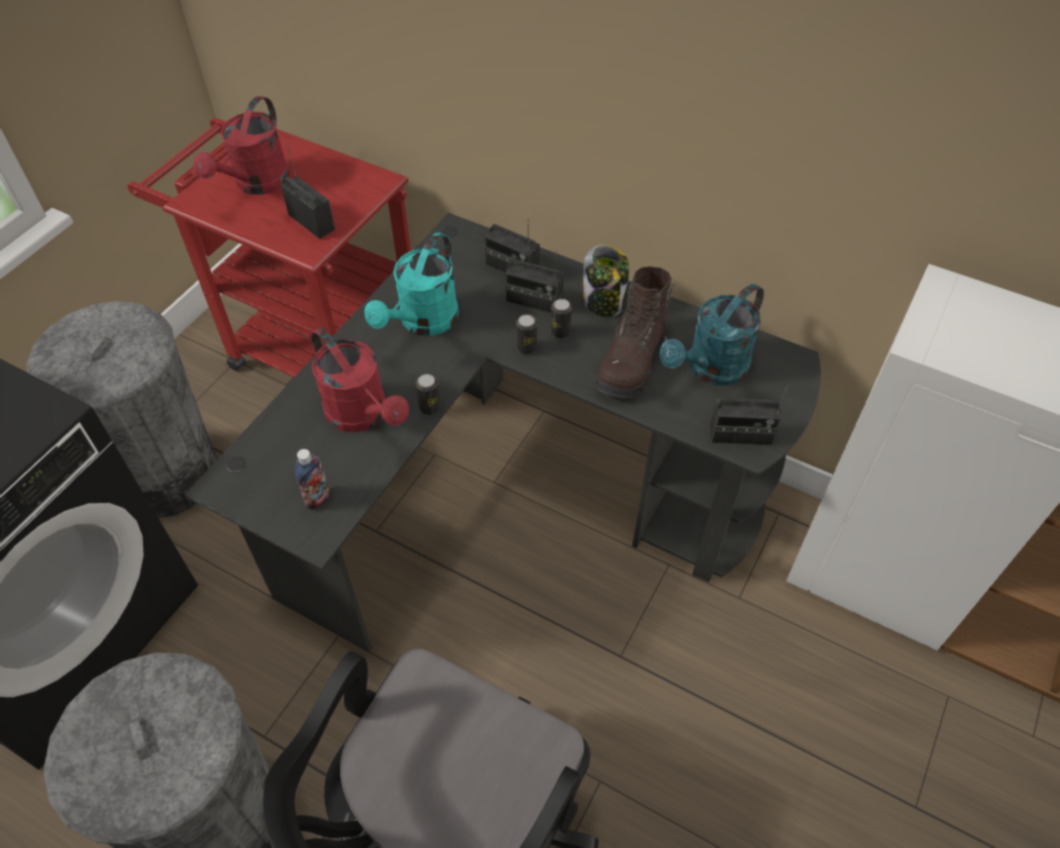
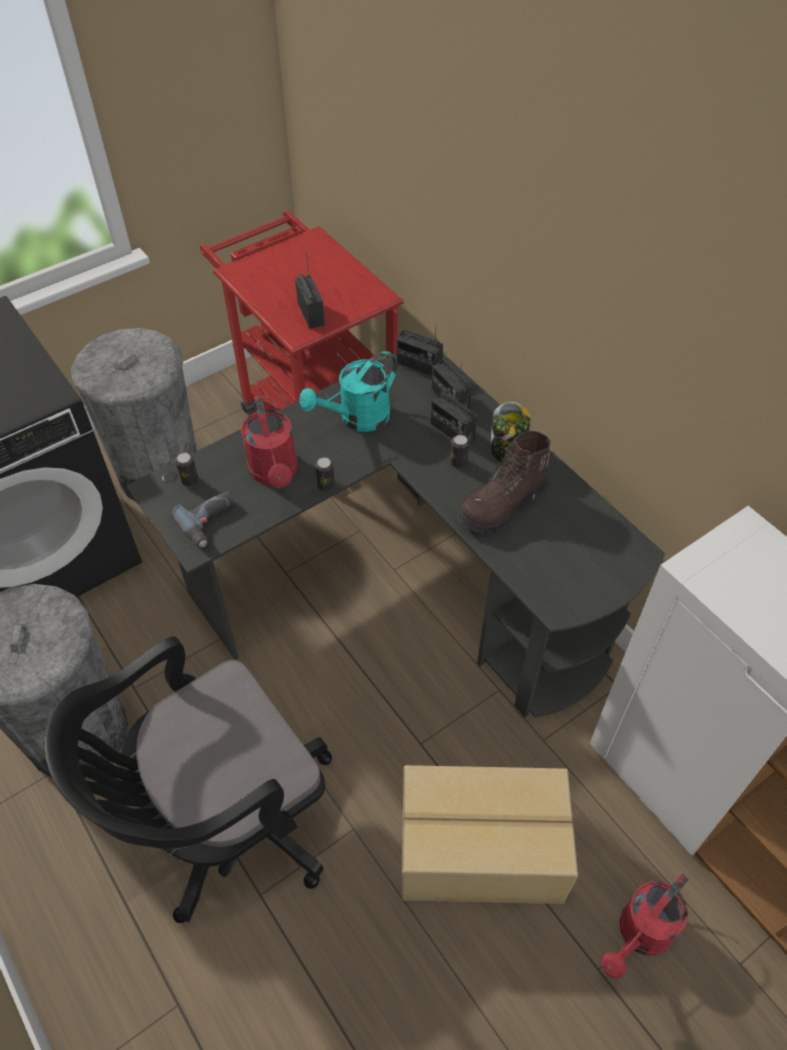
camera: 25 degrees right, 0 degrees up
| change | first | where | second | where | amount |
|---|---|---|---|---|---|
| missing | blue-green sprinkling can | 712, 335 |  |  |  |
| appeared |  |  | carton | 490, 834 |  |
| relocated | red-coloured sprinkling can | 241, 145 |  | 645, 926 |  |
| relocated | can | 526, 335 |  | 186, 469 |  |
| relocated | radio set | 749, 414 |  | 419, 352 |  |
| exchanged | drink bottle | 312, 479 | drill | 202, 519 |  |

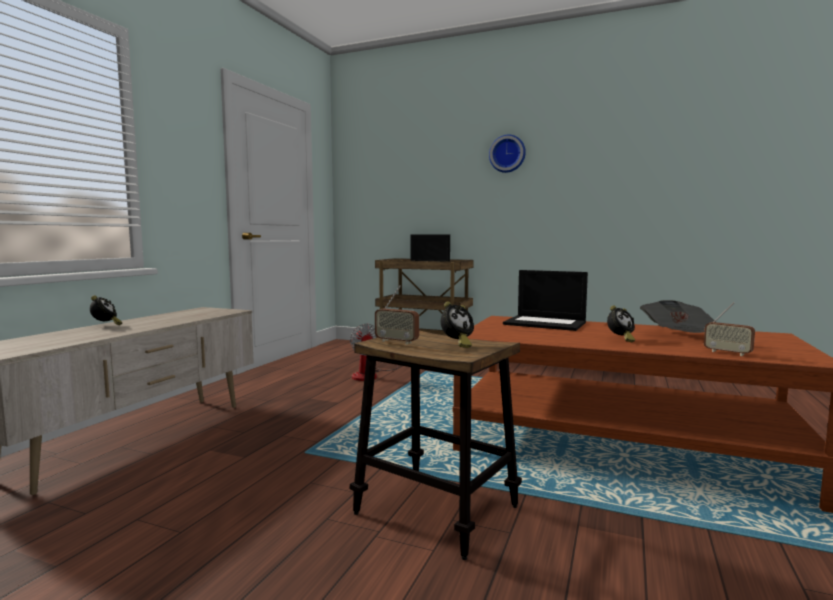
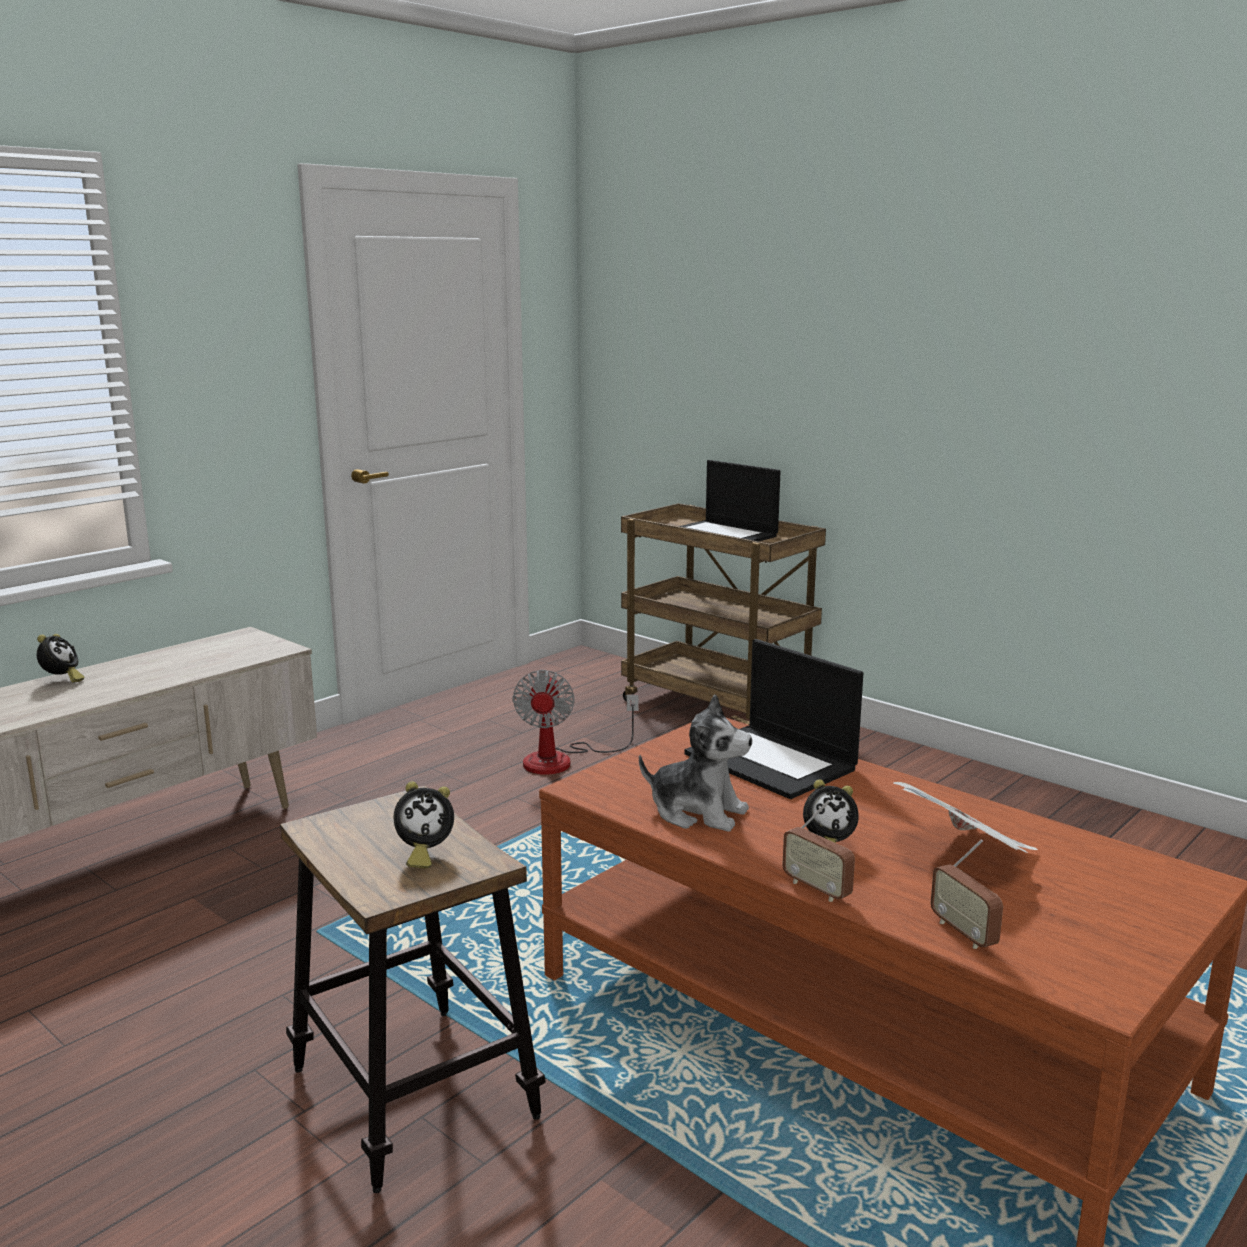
camera: 20 degrees right, 10 degrees up
| change | first | where | second | where | amount |
|---|---|---|---|---|---|
| missing | clock on the wall | 507, 153 |  |  |  |
| appeared |  |  | plush toy | 695, 763 |  |
| relocated | radio set | 397, 315 |  | 818, 851 |  |

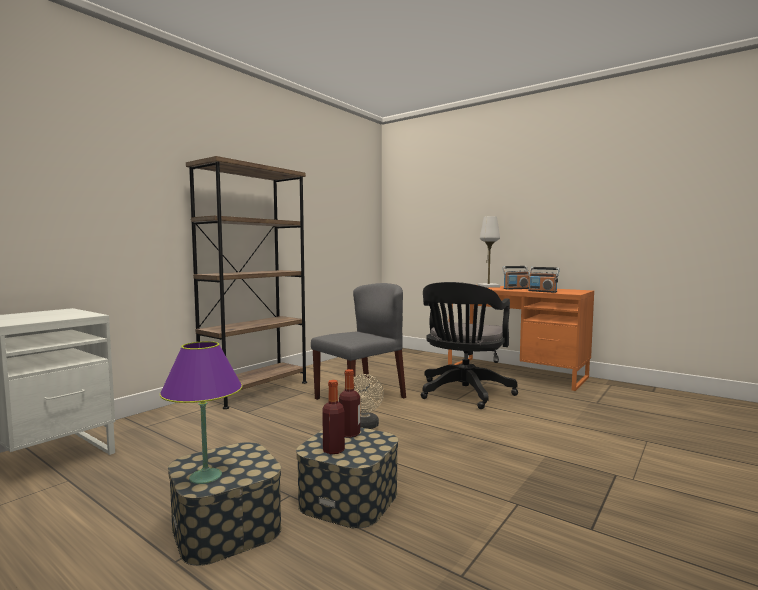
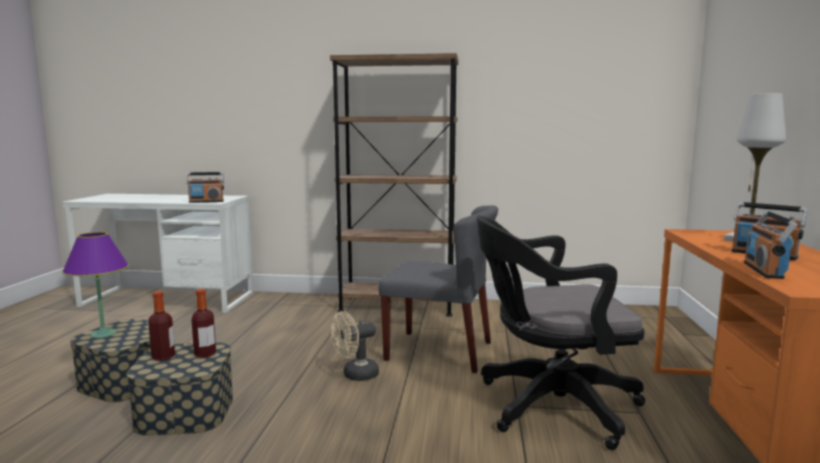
camera: 60 degrees right, 5 degrees up
| change | first | where | second | where | amount |
|---|---|---|---|---|---|
| appeared |  |  | radio set | 205, 187 |  |

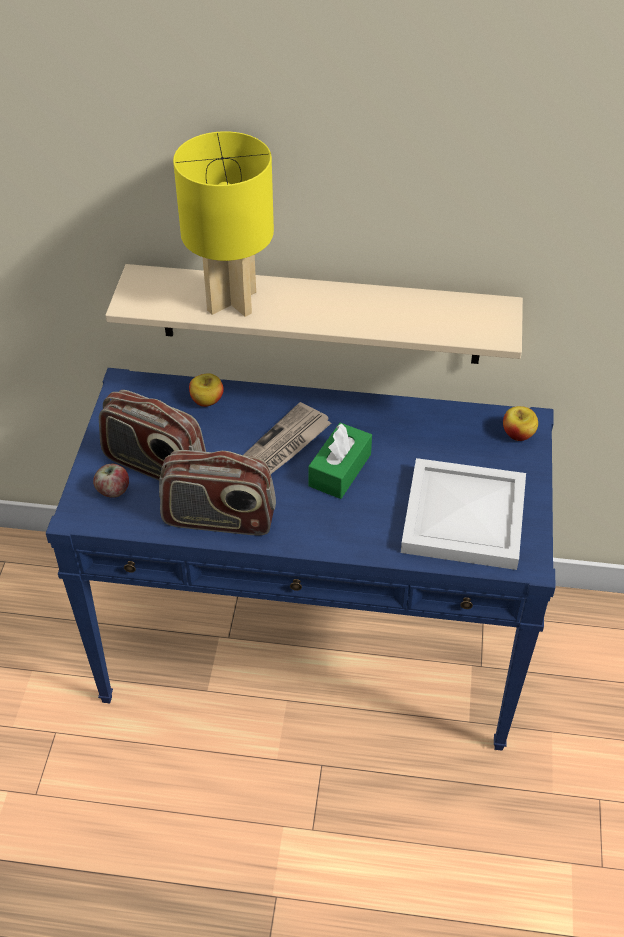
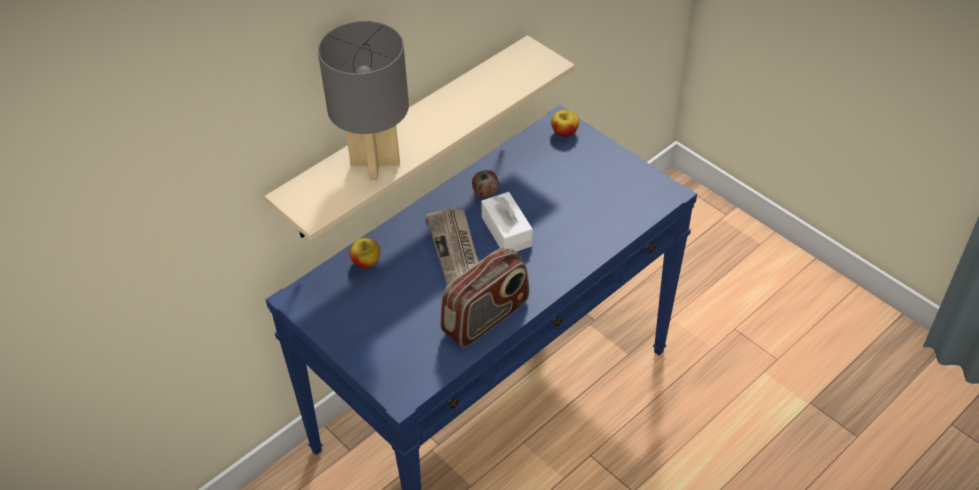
camera: 50 degrees left, 0 degrees up
| change | first | where | second | where | amount |
|---|---|---|---|---|---|
| missing | radio set | 152, 435 |  |  |  |
| missing | white-coloured carrying tray | 463, 514 |  |  |  |
| relocated | apple fruit | 111, 481 |  | 485, 184 |  |
| colour | yellow table lamp | 223, 224 | grey table lamp | 363, 100 |  |
| colour | green-coloured tissue holder | 340, 461 | white-coloured tissue holder | 507, 222 |  |

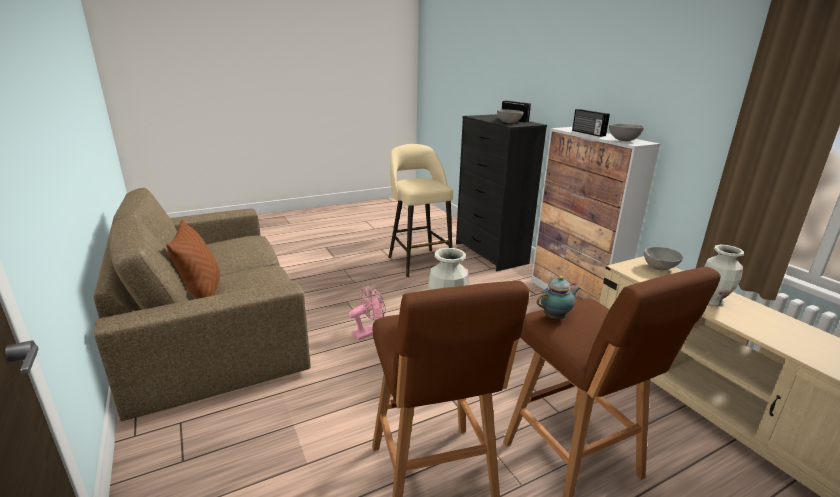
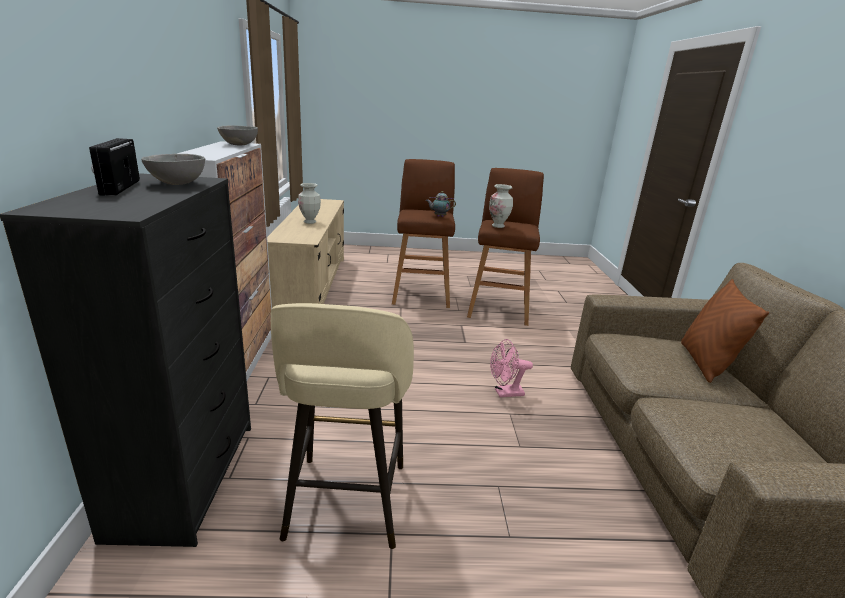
camera: 155 degrees left, 0 degrees up
| change | first | where | second | where | amount |
|---|---|---|---|---|---|
| missing | radio set | 591, 123 |  |  |  |
| missing | grey bowl | 663, 258 |  |  |  |

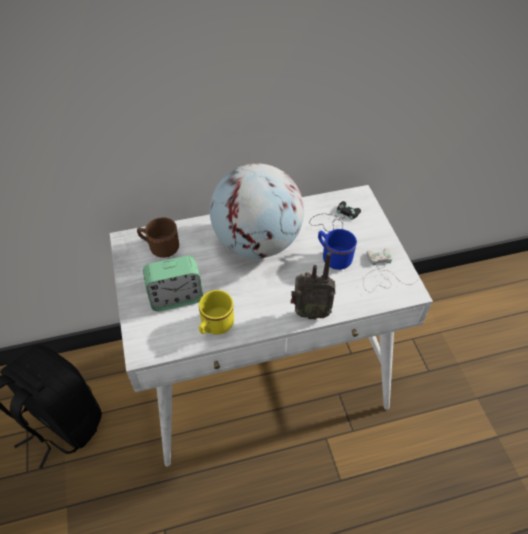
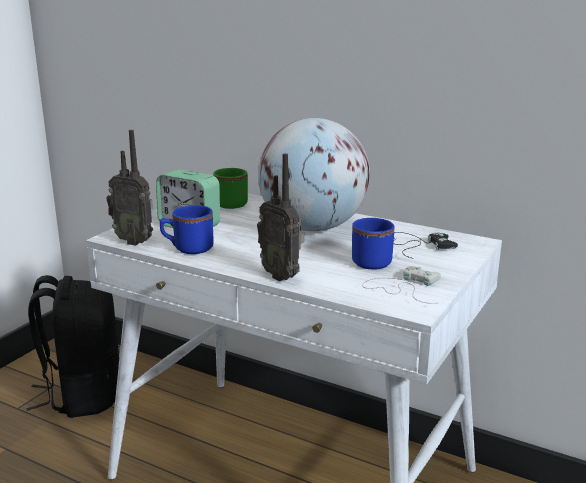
camera: 45 degrees right, 30 degrees down
| change | first | where | second | where | amount |
|---|---|---|---|---|---|
| appeared |  |  | radio set | 129, 188 |  |
| colour | brown-coloured coffee mug | 158, 237 | green-coloured coffee mug | 230, 188 |  |
| colour | yellow coffee mug | 216, 312 | blue-coloured coffee mug | 187, 229 |  |

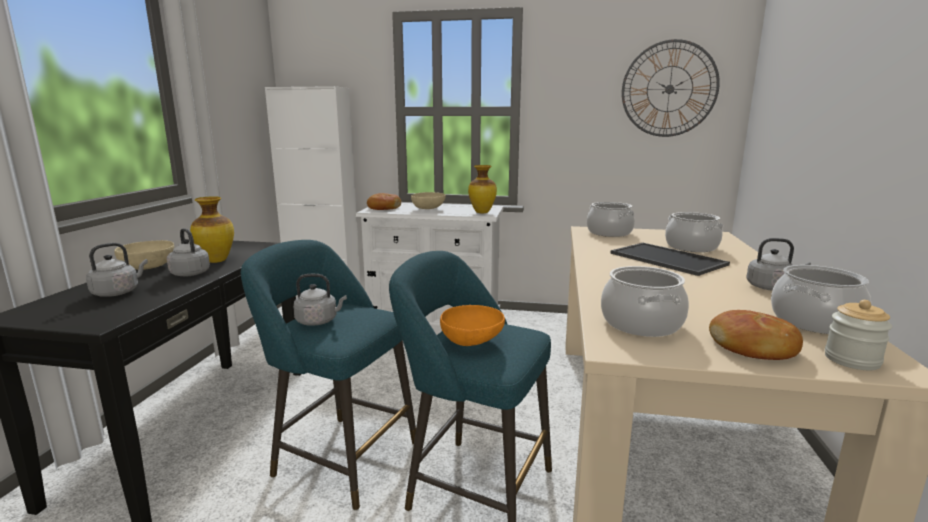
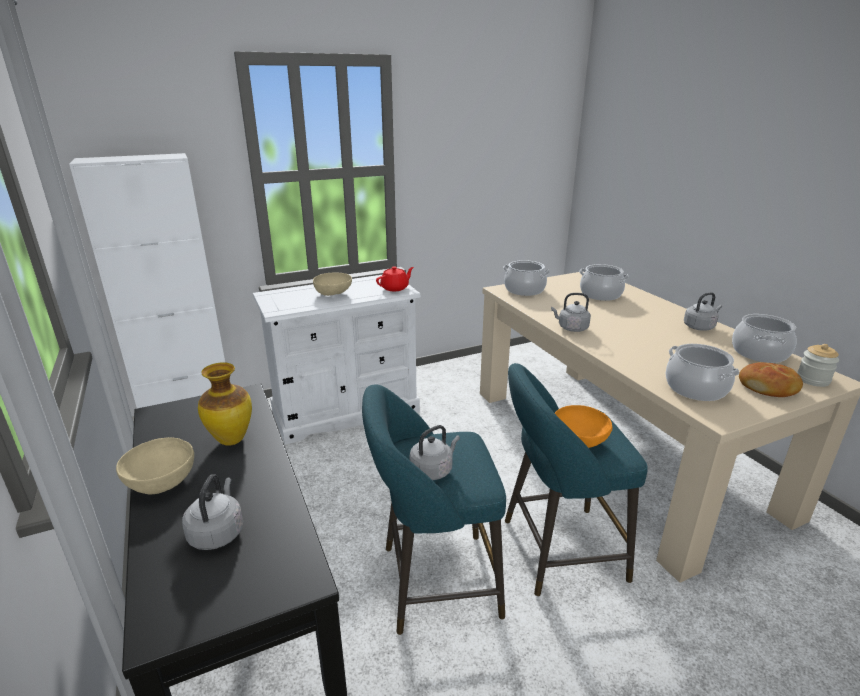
camera: 35 degrees left, 10 degrees up
| change | first | where | second | where | amount |
|---|---|---|---|---|---|
| missing | bakery bread | 384, 201 |  |  |  |
| missing | carrying tray | 670, 259 |  |  |  |
| missing | clock on the wall | 671, 88 |  |  |  |
| relocated | grey water kettle | 188, 252 |  | 571, 312 |  |
| exchanged | decorative vase | 482, 189 | red-coloured teapot | 395, 279 |  |

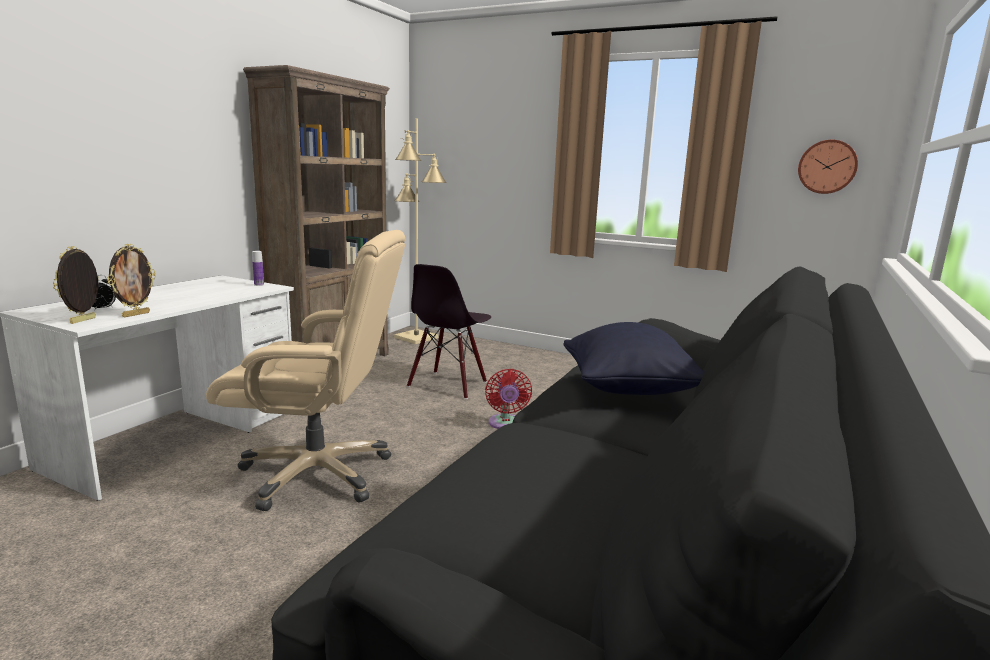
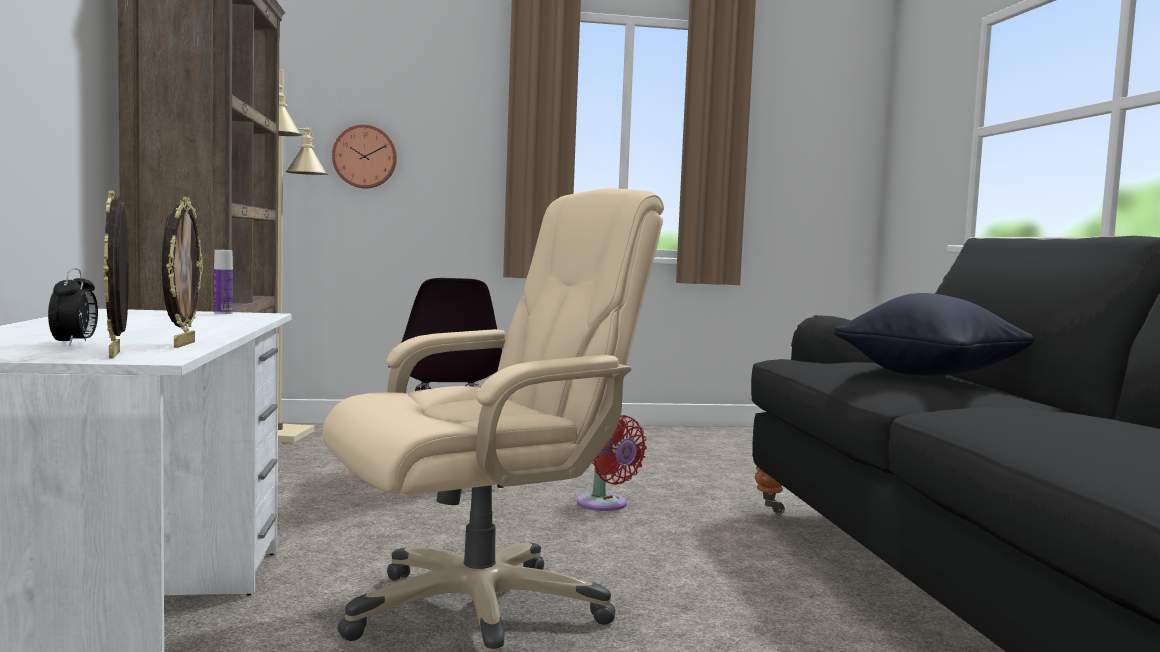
camera: 35 degrees left, 10 degrees down
| change | first | where | second | where | amount |
|---|---|---|---|---|---|
| relocated | clock on the wall | 828, 167 |  | 364, 156 |  |

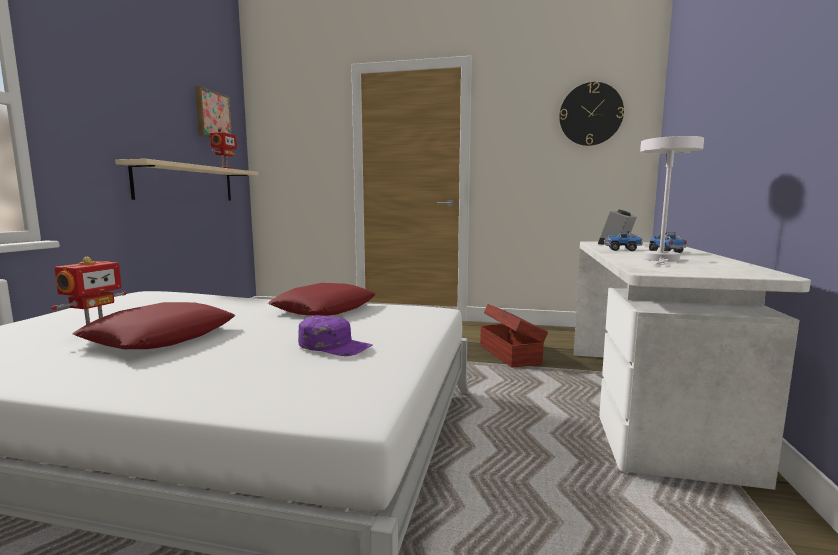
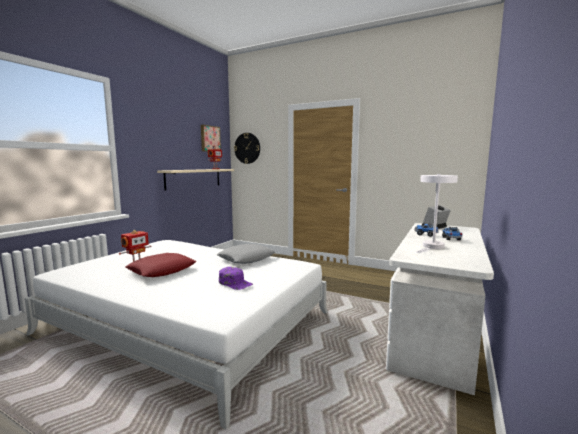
camera: 15 degrees right, 0 degrees up
| change | first | where | second | where | amount |
|---|---|---|---|---|---|
| missing | brown-coloured storage box | 514, 336 |  |  |  |
| relocated | clock on the wall | 591, 114 |  | 247, 148 |  |
| colour | red-coloured cushion | 322, 299 | grey cushion | 246, 254 |  |

